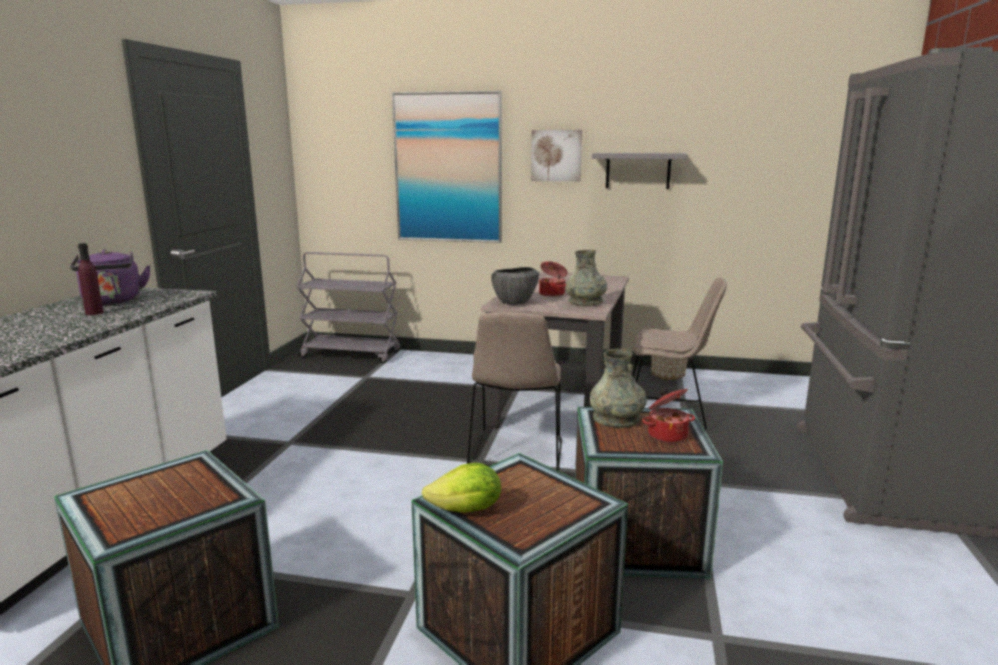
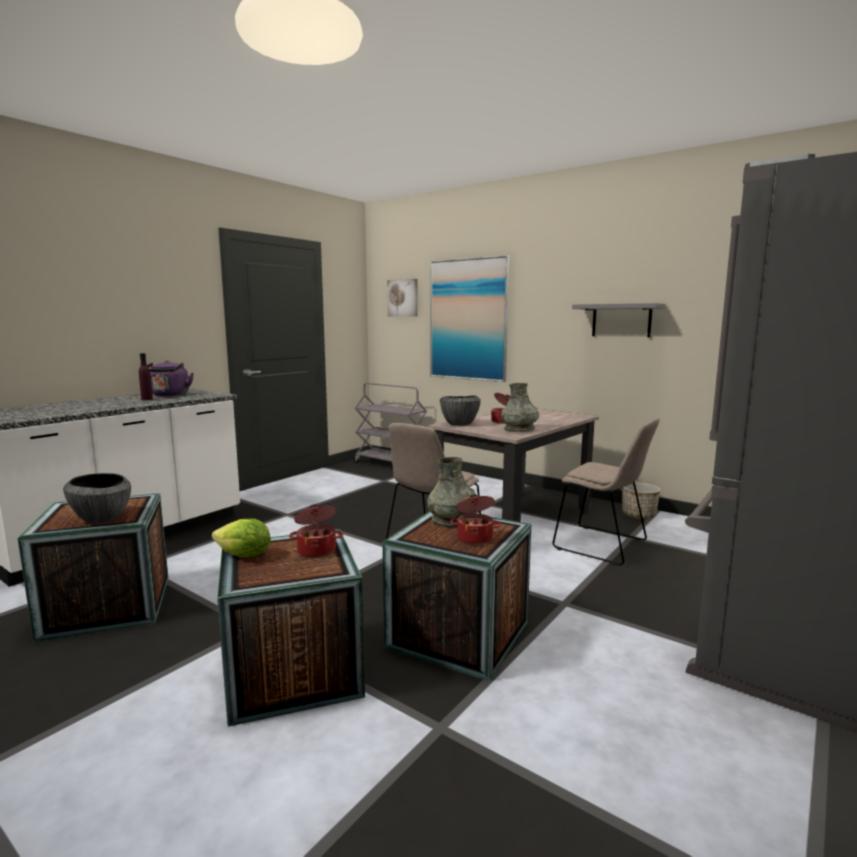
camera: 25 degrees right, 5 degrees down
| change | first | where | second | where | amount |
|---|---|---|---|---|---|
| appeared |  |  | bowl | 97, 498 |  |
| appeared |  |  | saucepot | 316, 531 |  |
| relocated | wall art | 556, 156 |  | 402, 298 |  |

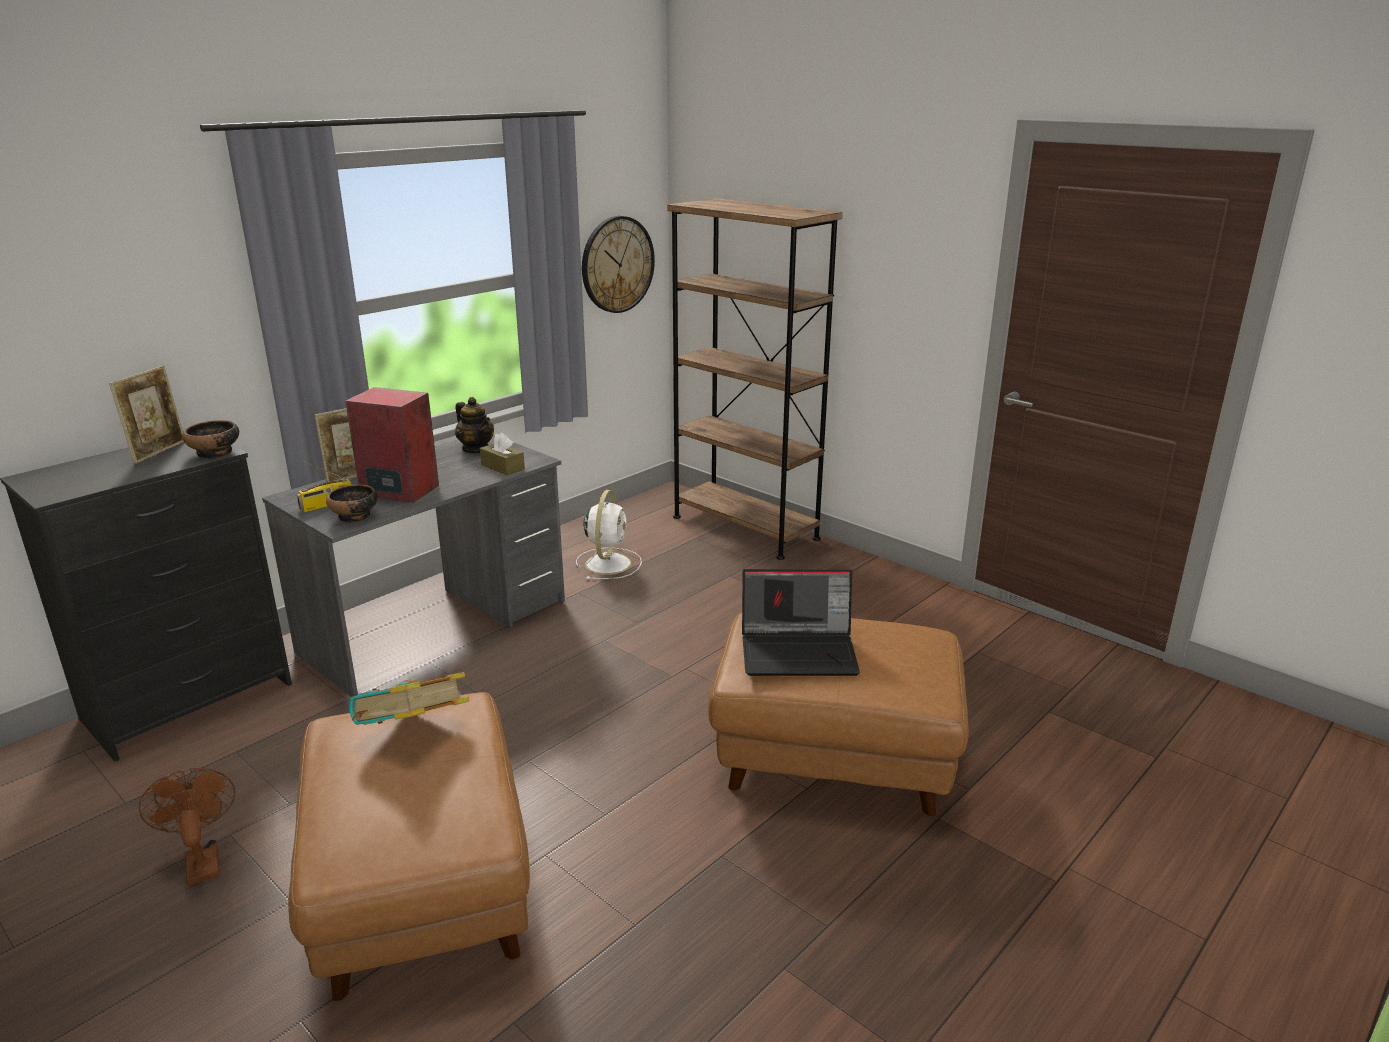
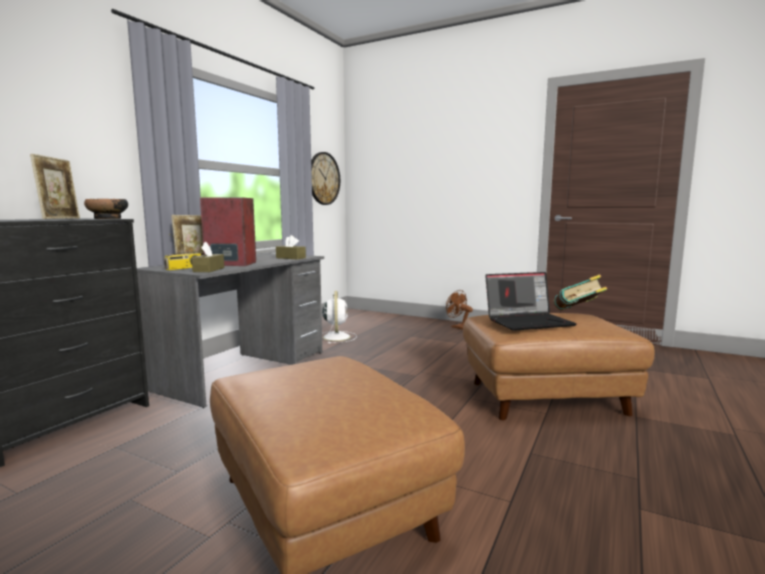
camera: 15 degrees left, 15 degrees down
| change | first | where | second | where | amount |
|---|---|---|---|---|---|
| missing | teapot | 474, 425 |  |  |  |
| missing | brown-coloured shelving unit | 755, 379 |  |  |  |
| relocated | brown-coloured cooling fan | 187, 827 |  | 459, 310 |  |
| relocated | bound book | 409, 698 |  | 580, 292 |  |
| exchanged | bowl | 352, 503 | brown-coloured tissue holder | 208, 257 |  |

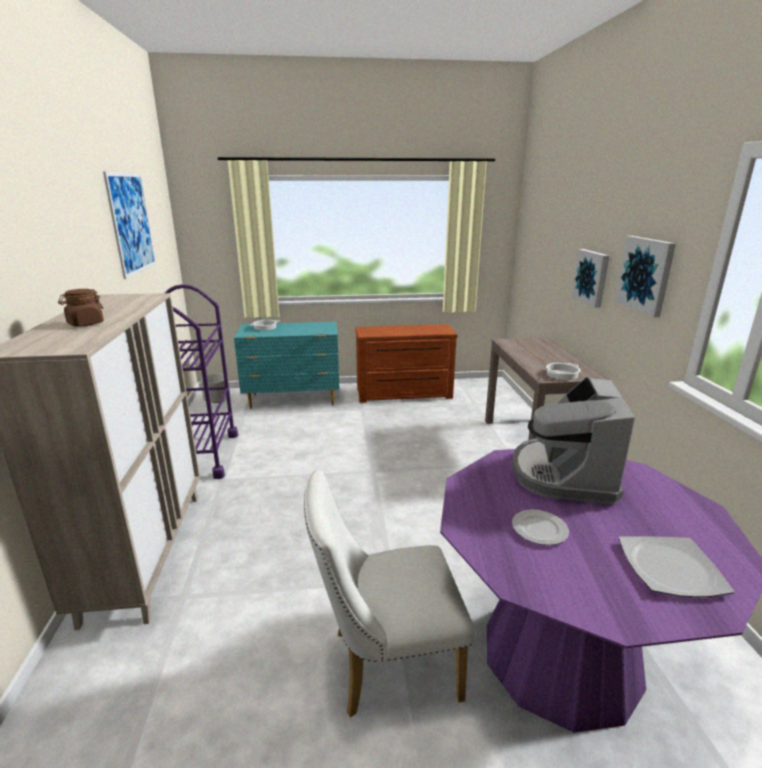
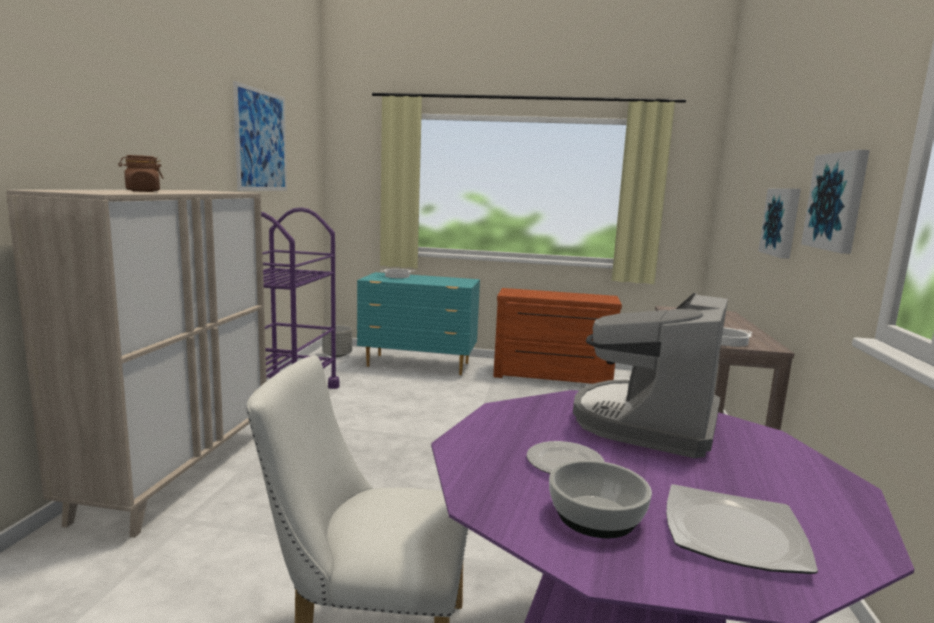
camera: 15 degrees right, 10 degrees down
| change | first | where | second | where | amount |
|---|---|---|---|---|---|
| appeared |  |  | bowl | 600, 499 |  |

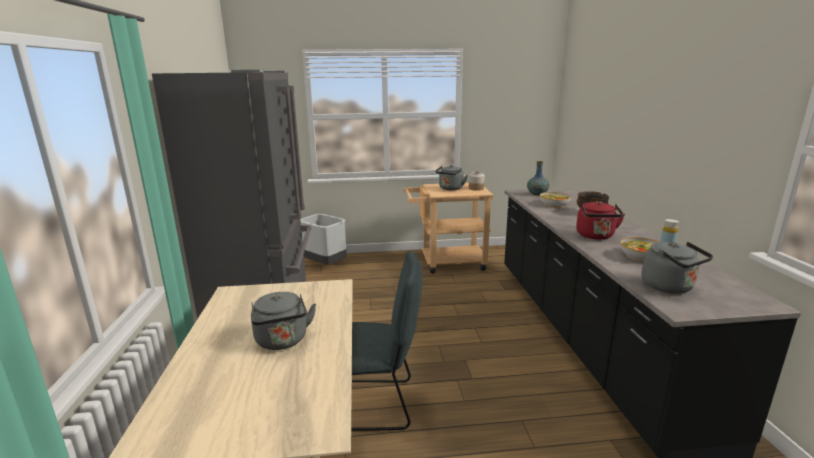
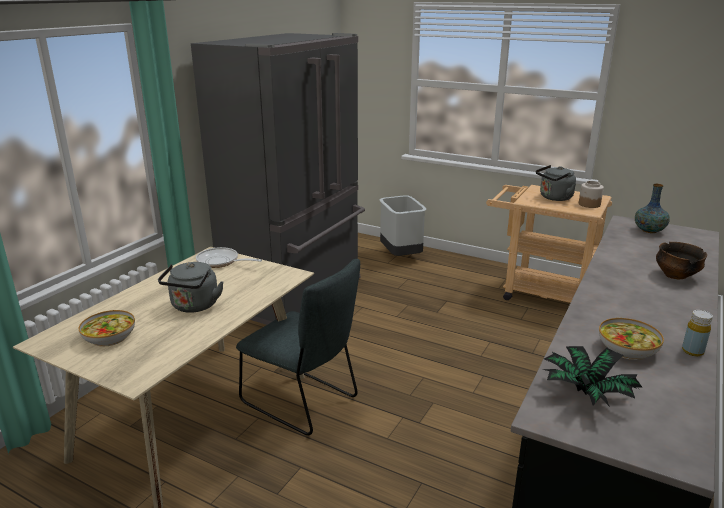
camera: 35 degrees right, 5 degrees up
| change | first | where | second | where | amount |
|---|---|---|---|---|---|
| missing | red-coloured water kettle | 600, 220 |  |  |  |
| appeared |  |  | frying pan | 229, 257 |  |
| relocated | bowl | 555, 199 |  | 107, 328 |  |
| exchanged | grey water kettle | 677, 267 | potted plant | 592, 376 |  |

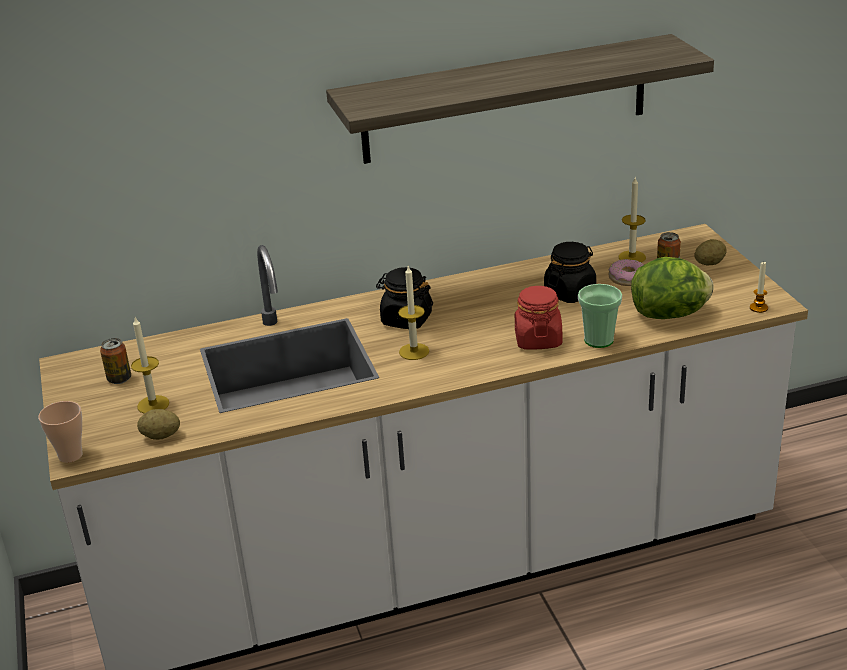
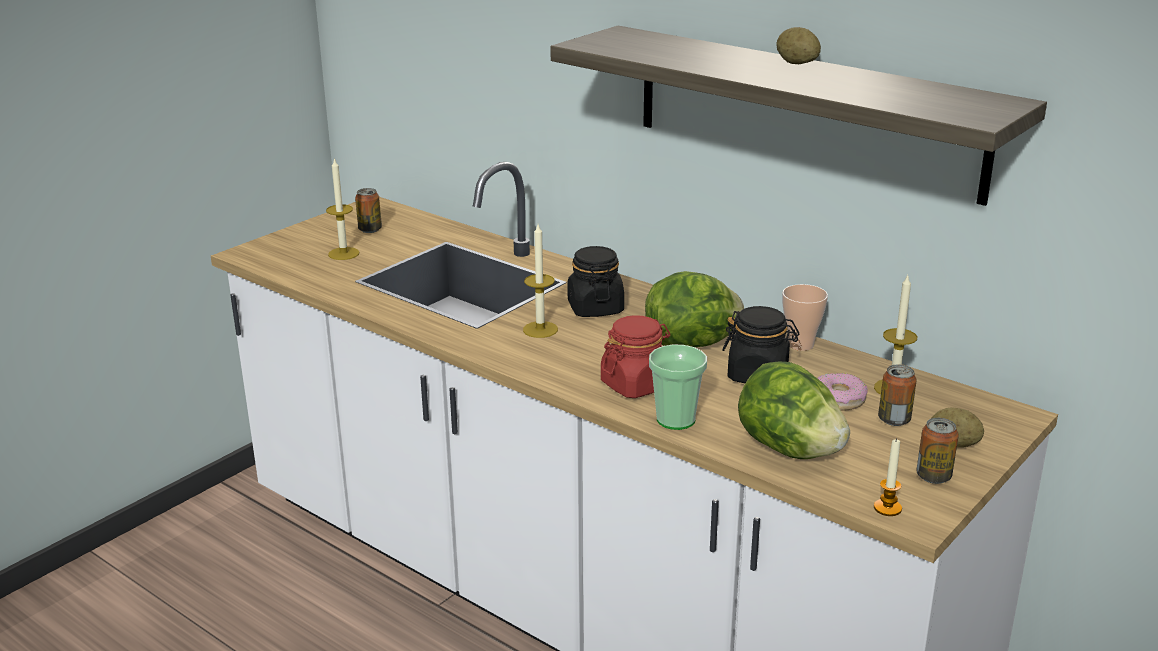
camera: 55 degrees right, 5 degrees down
| change | first | where | second | where | amount |
|---|---|---|---|---|---|
| appeared |  |  | head of lettuce | 694, 309 |  |
| appeared |  |  | can | 938, 451 |  |
| relocated | small cup | 60, 432 |  | 805, 317 |  |
| relocated | potato | 158, 424 |  | 798, 45 |  |

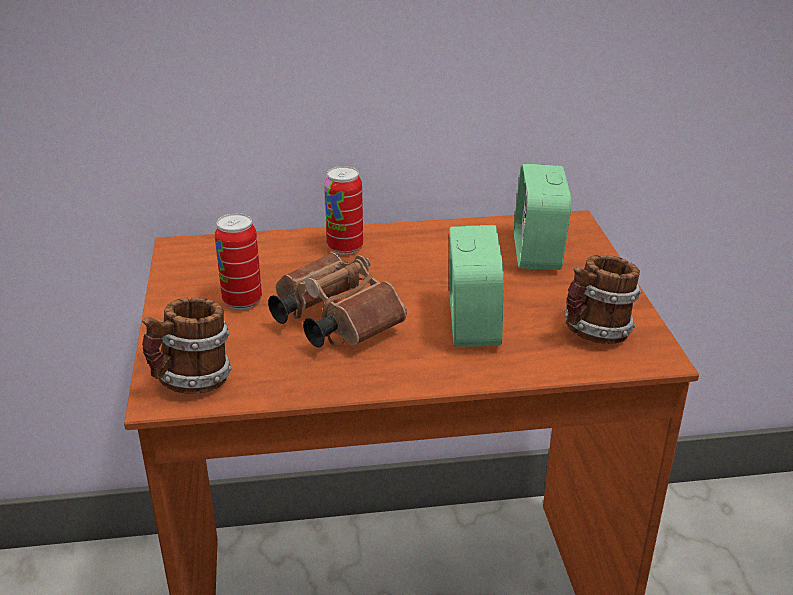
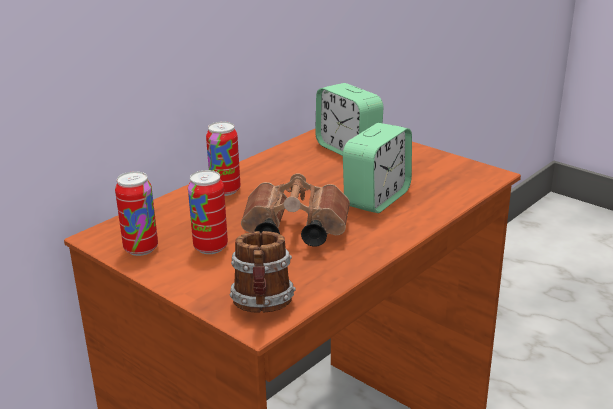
camera: 40 degrees left, 5 degrees down
| change | first | where | second | where | amount |
|---|---|---|---|---|---|
| missing | coffee mug | 603, 299 |  |  |  |
| appeared |  |  | can | 136, 213 |  |
| spun | alarm clock | 476, 286 |  | 377, 168 | 75 degrees clockwise |

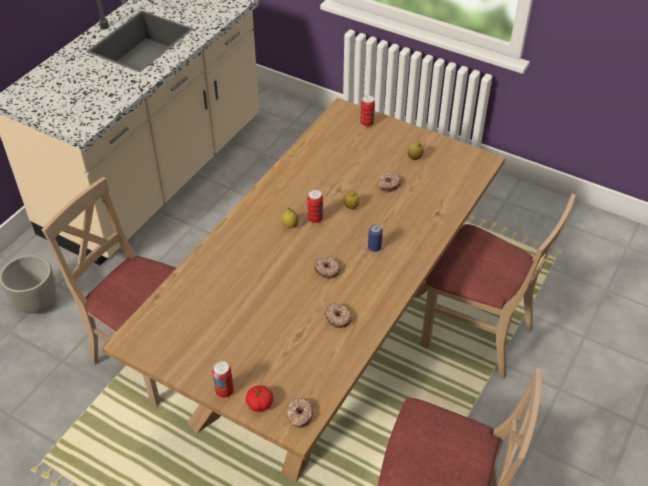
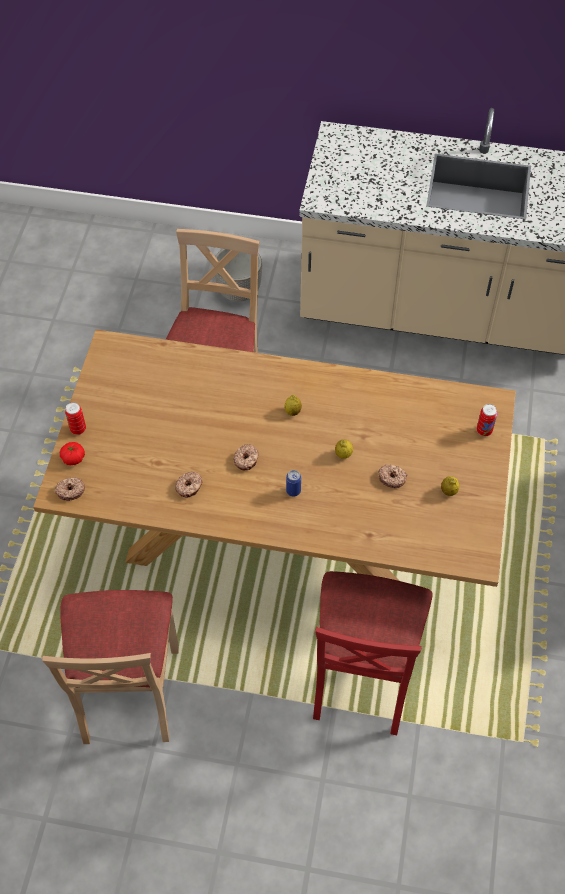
camera: 70 degrees right, 10 degrees up
| change | first | where | second | where | amount |
|---|---|---|---|---|---|
| missing | can | 315, 206 |  |  |  |
| colour | beige chair | 498, 286 | red-coloured chair | 373, 653 |  |

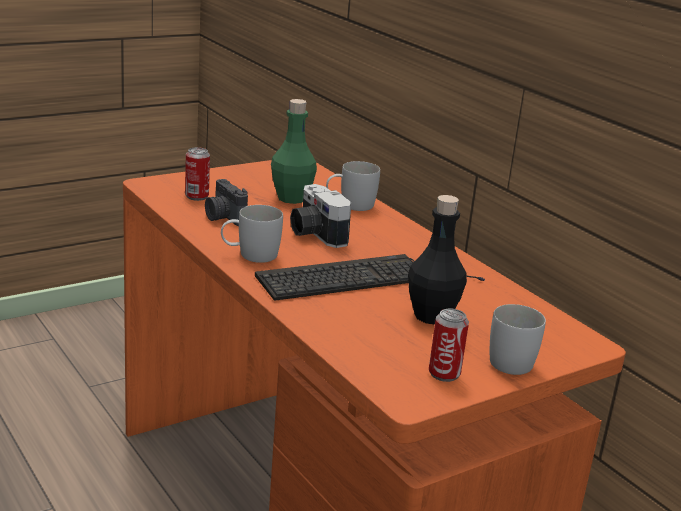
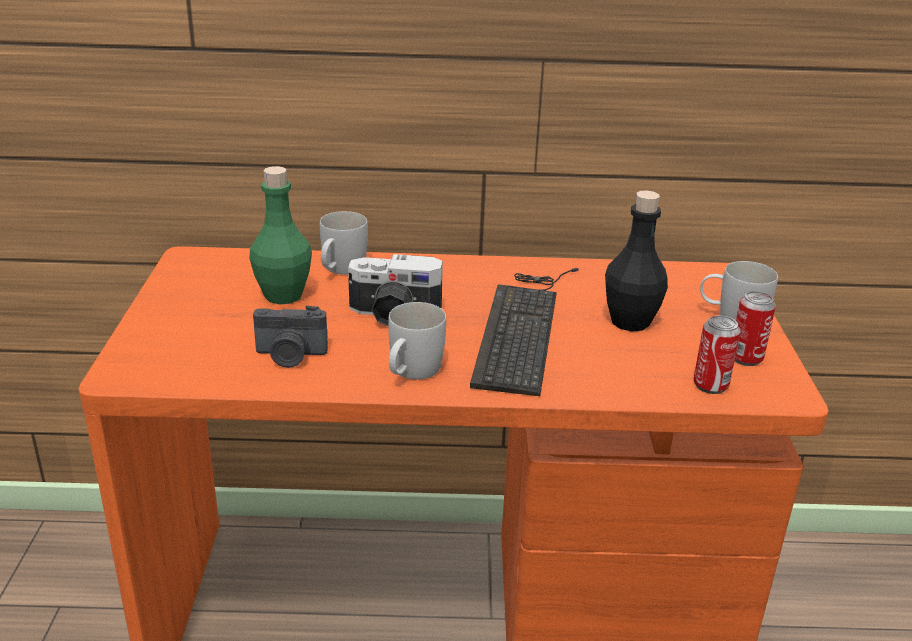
camera: 55 degrees left, 5 degrees up
| change | first | where | second | where | amount |
|---|---|---|---|---|---|
| relocated | can | 197, 174 |  | 717, 354 |  |

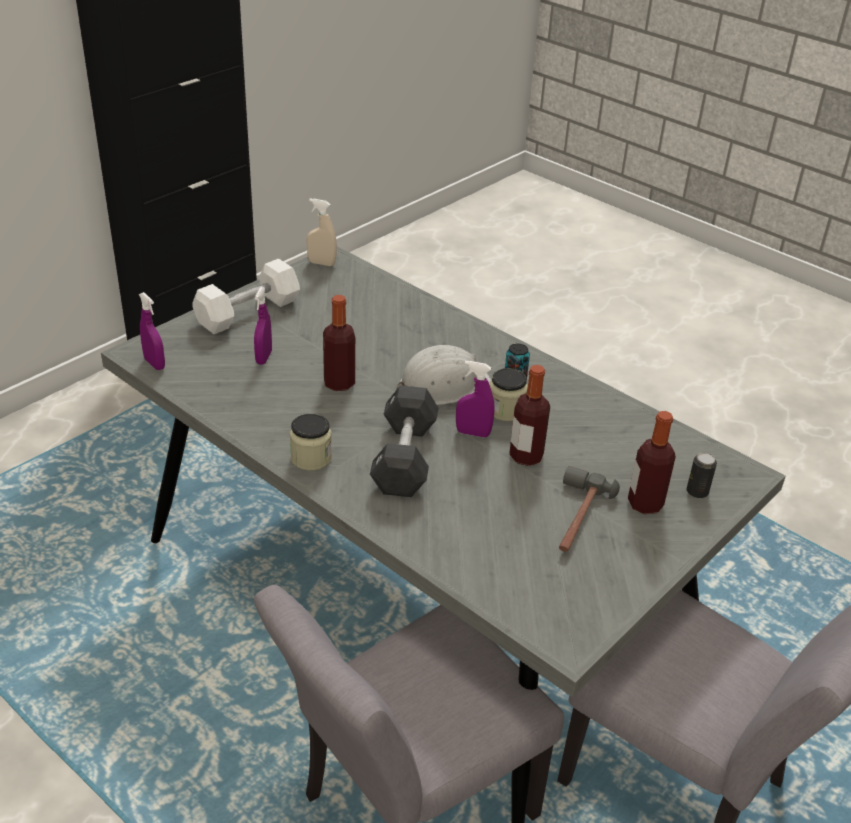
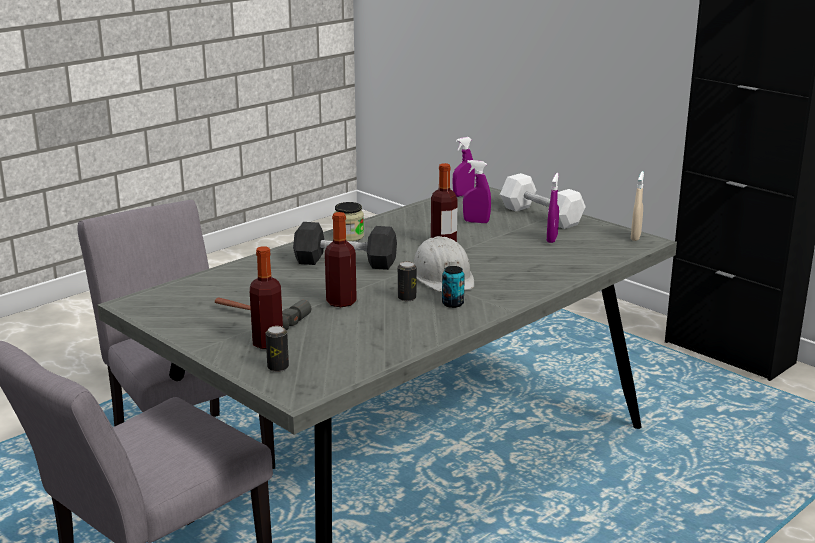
camera: 95 degrees right, 15 degrees down
| change | first | where | second | where | amount |
|---|---|---|---|---|---|
| relocated | purple sprayer | 475, 399 |  | 553, 208 |  |
| exchanged | preserve jar | 509, 394 | can | 407, 281 |  |

